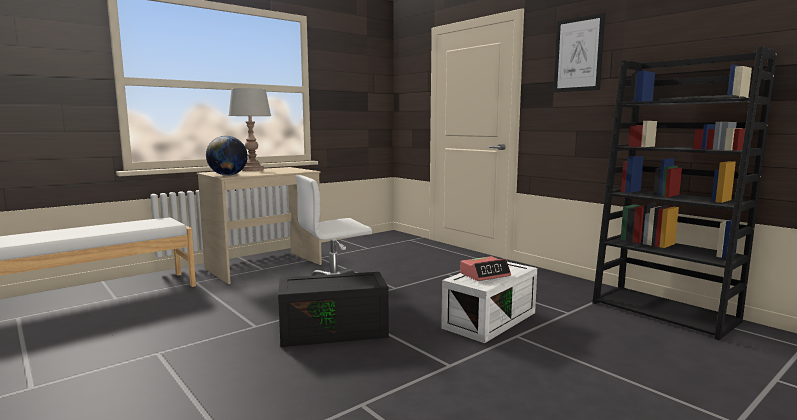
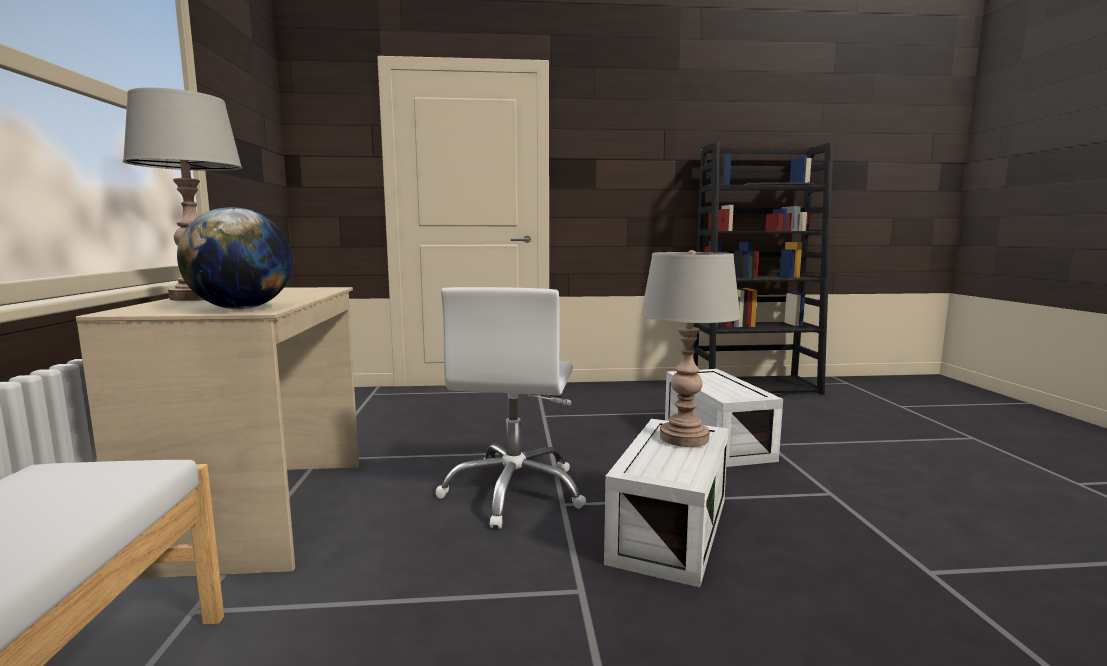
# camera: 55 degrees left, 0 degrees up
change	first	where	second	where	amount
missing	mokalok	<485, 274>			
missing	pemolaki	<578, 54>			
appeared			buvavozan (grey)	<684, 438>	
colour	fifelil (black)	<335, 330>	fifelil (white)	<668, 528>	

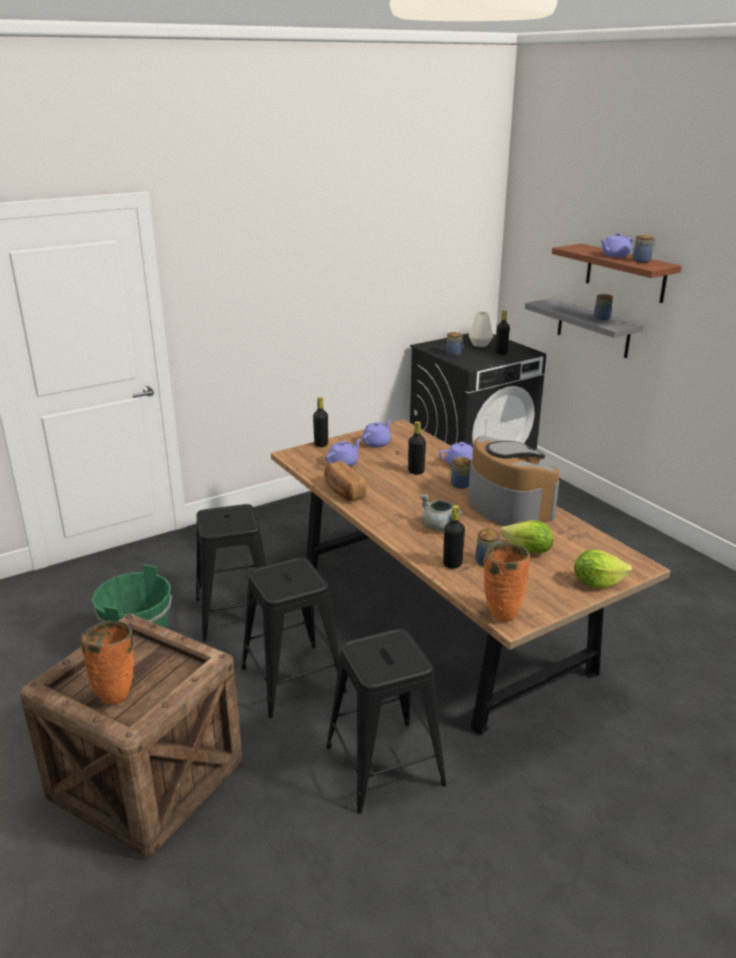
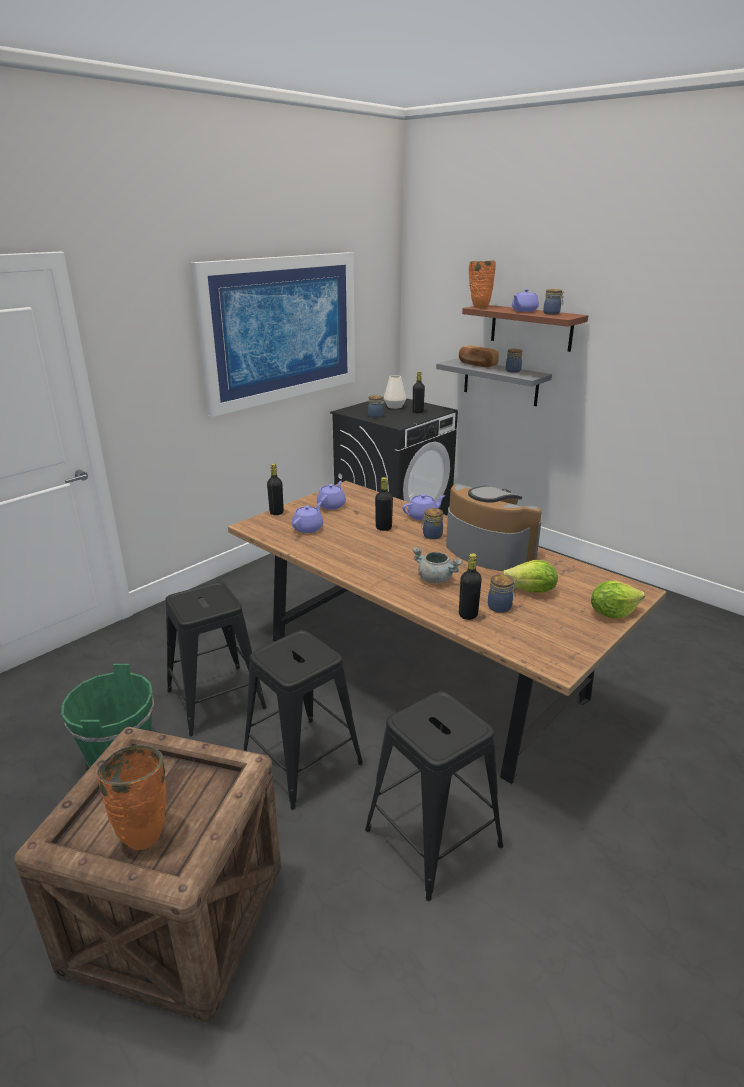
# camera: 15 degrees left, 0 degrees up
change	first	where	second	where	amount
appeared			pemolaki	<281, 329>	
relocated	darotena	<343, 491>		<477, 365>	
relocated	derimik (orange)	<502, 613>		<479, 307>	

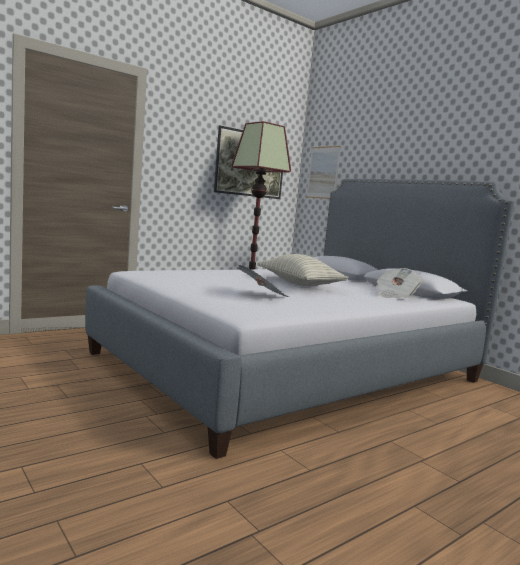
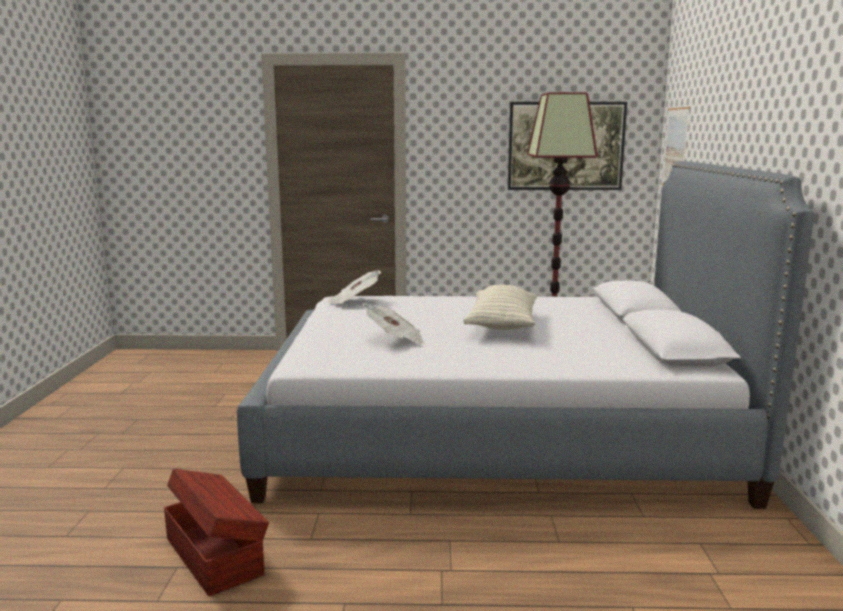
# camera: 40 degrees right, 5 degrees up
change	first	where	second	where	amount
appeared			fifelil (brown)	<215, 555>	
relocated	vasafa	<395, 296>		<354, 302>	

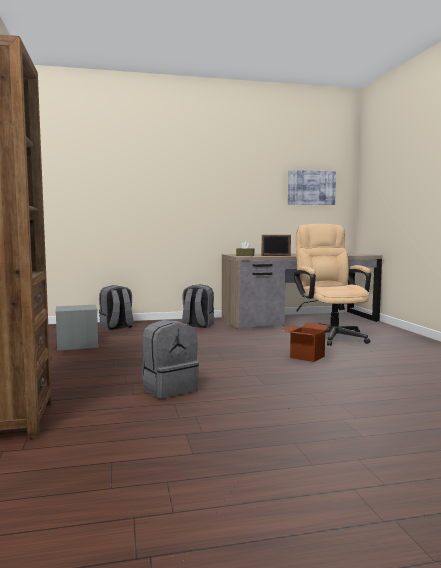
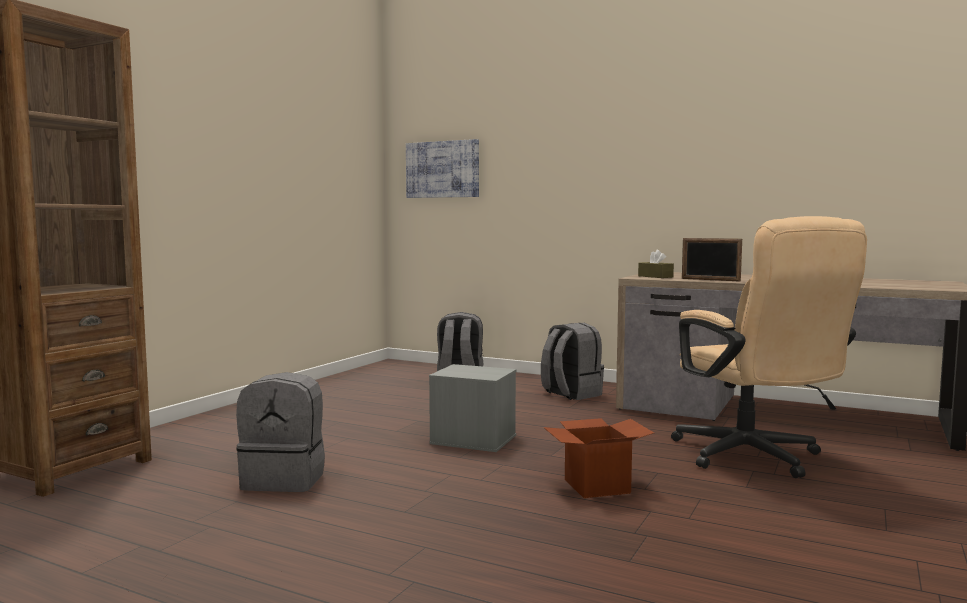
# camera: 40 degrees right, 0 degrees up
change	first	where	second	where	amount
relocated	fifelil (grey)	<77, 345>		<472, 439>	
relocated	pemolaki	<311, 187>		<442, 169>	
spun	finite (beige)	<330, 336>		<755, 458>	135 degrees clockwise

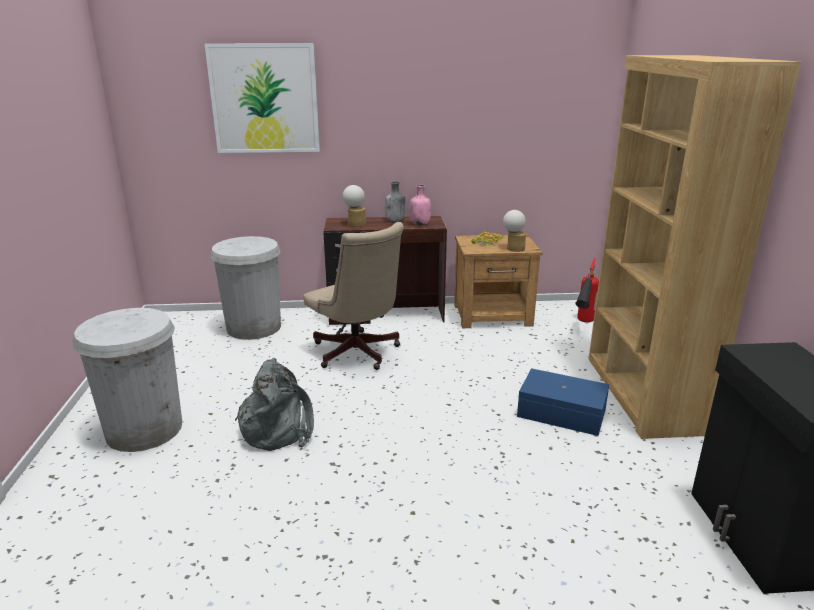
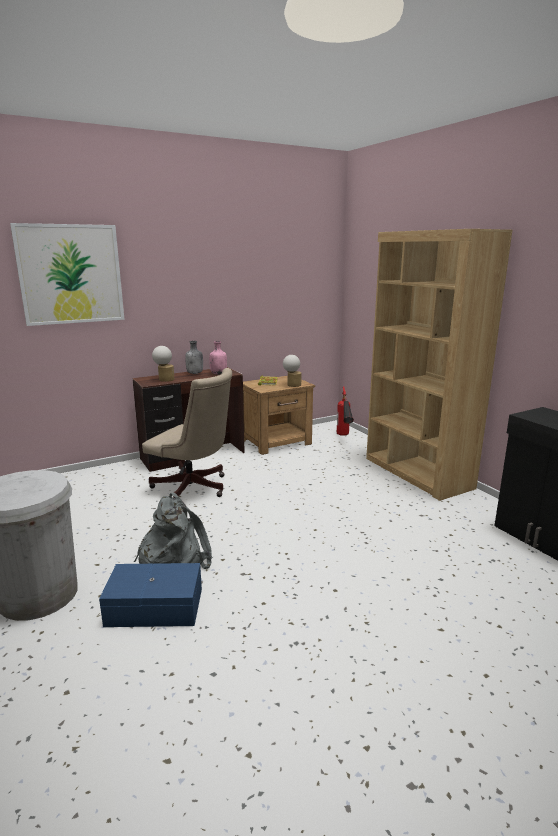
# camera: 25 degrees left, 5 degrees down
change	first	where	second	where	amount
missing	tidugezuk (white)	<254, 327>			
relocated	fifelil (blue)	<562, 414>		<155, 608>	

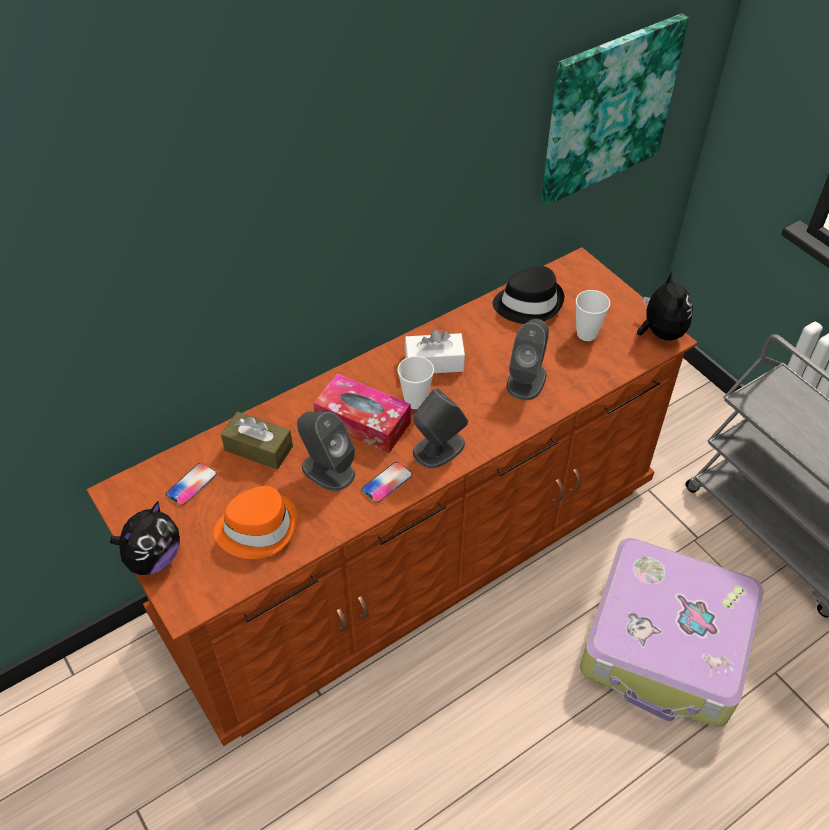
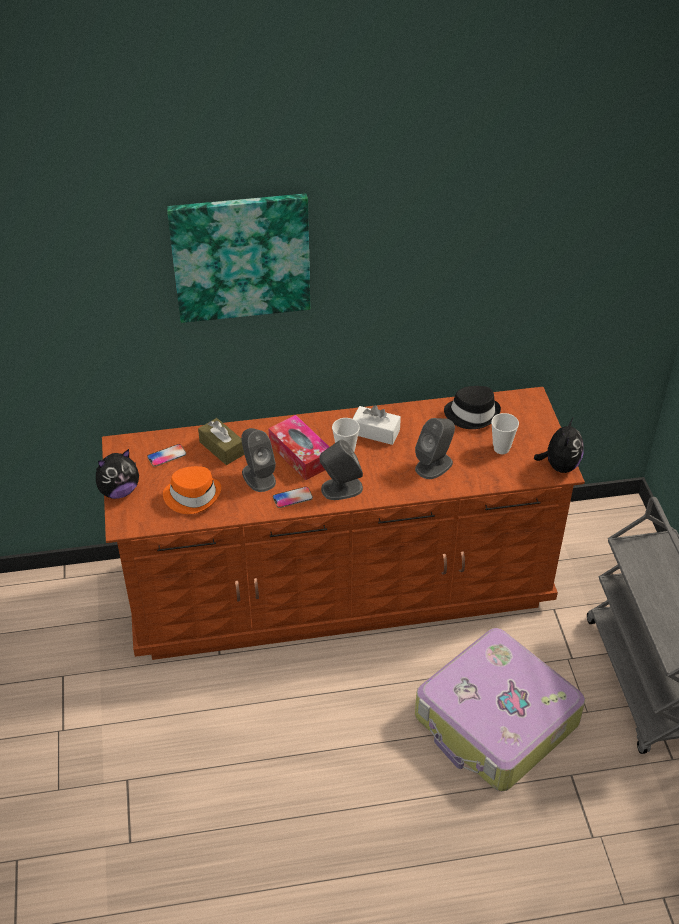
# camera: 25 degrees right, 5 degrees down
change	first	where	second	where	amount
relocated	pemolaki	<608, 109>		<241, 257>	

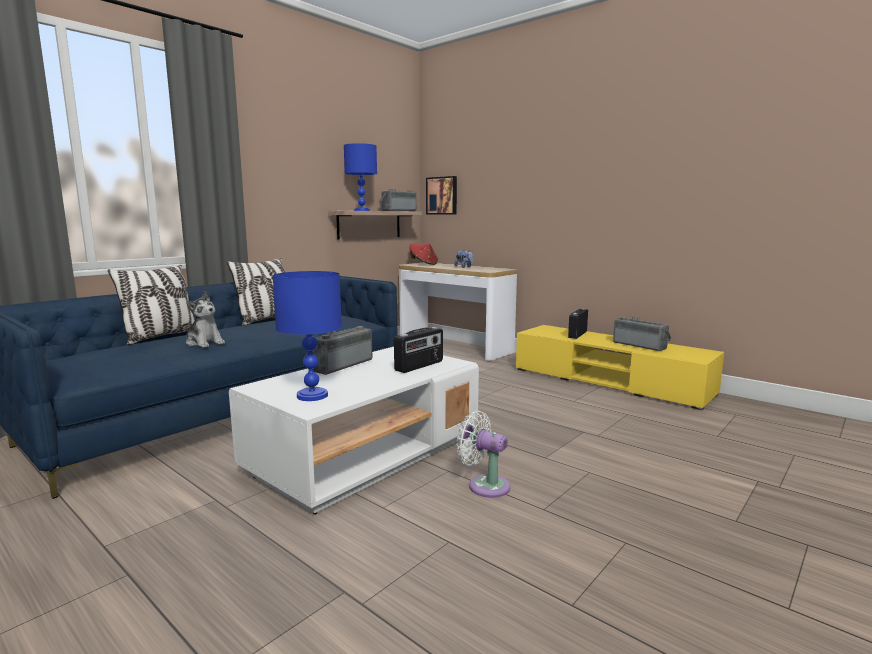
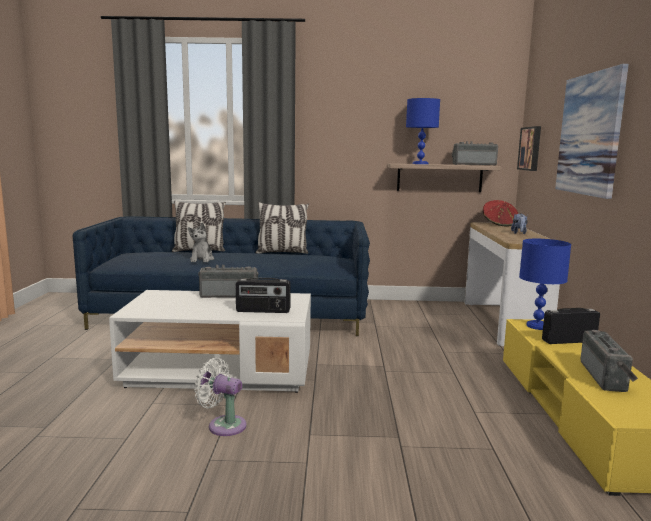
# camera: 50 degrees right, 0 degrees up
change	first	where	second	where	amount
appeared			pemolaki	<590, 134>	
relocated	buvavozan (blue)	<312, 395>		<538, 326>	
spun	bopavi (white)	<485, 485>		<223, 425>	60 degrees counterclockwise

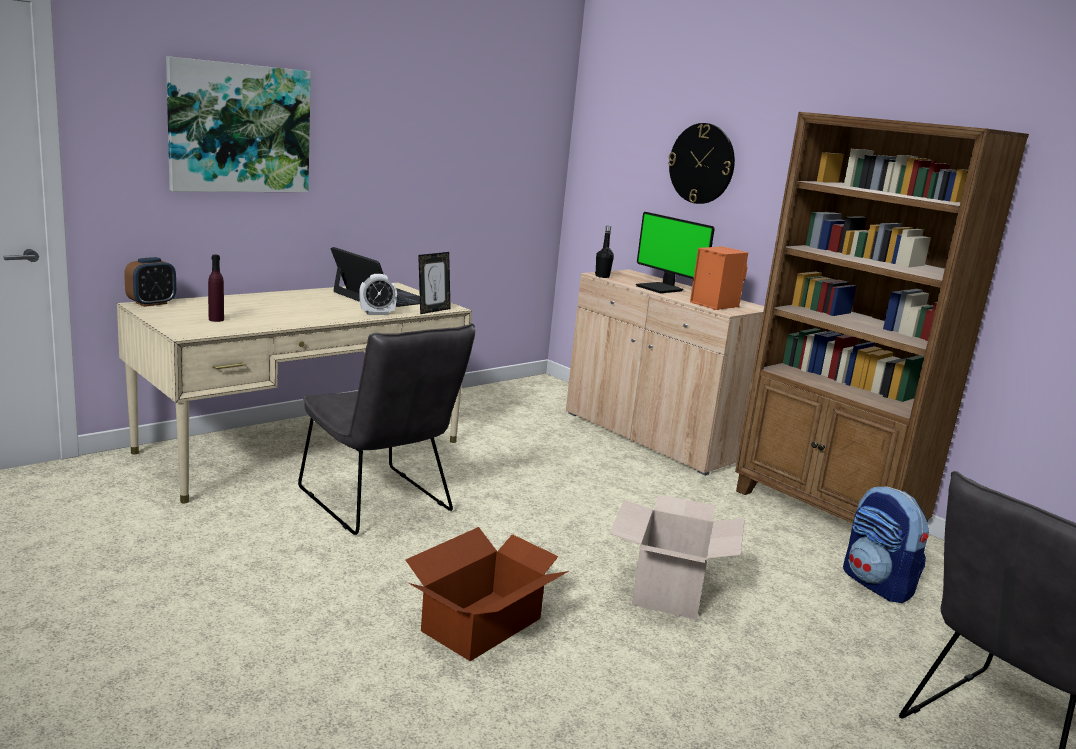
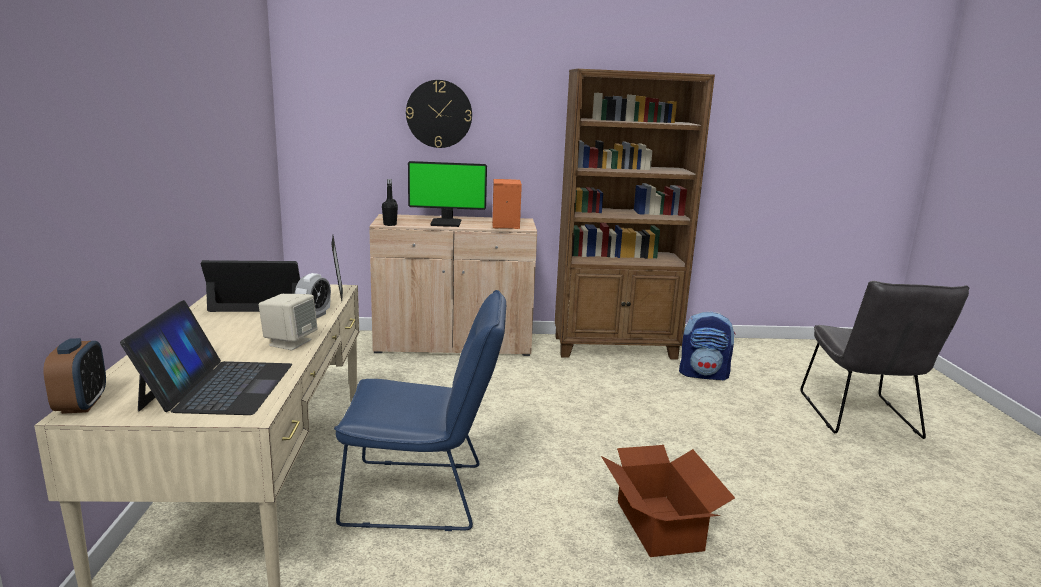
# camera: 50 degrees left, 0 degrees up
change	first	where	second	where	amount
missing	pemolaki	<240, 128>			
missing	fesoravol	<669, 592>			
appeared			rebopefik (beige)	<290, 342>	
exchanged	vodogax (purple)	<216, 319>	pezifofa	<218, 386>	
colour	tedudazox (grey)	<380, 504>	tedudazox (blue)	<425, 495>	

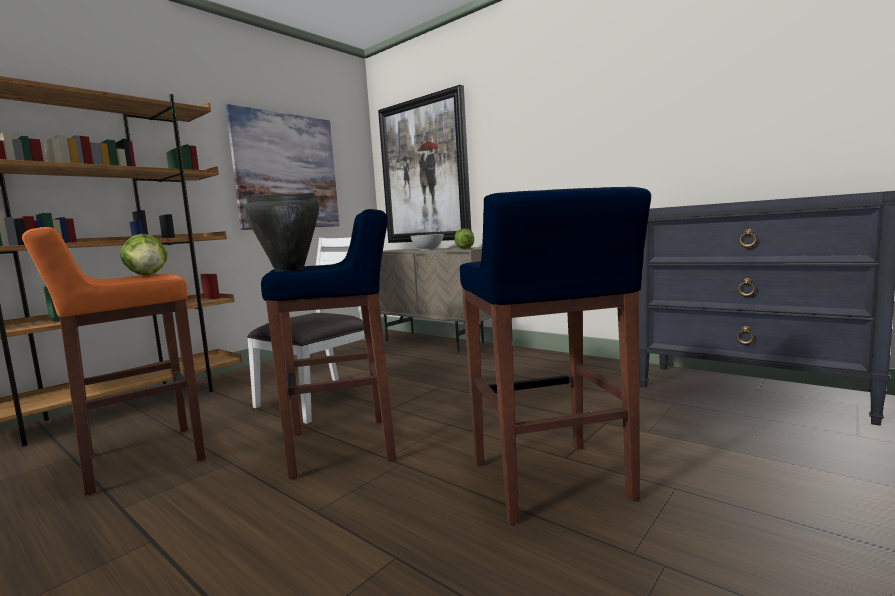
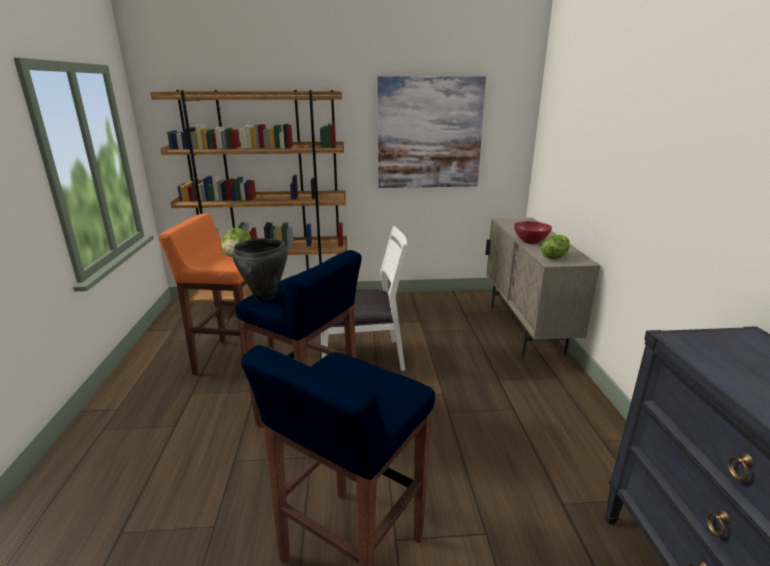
# camera: 45 degrees right, 15 degrees up
change	first	where	second	where	amount
missing	pemolaki	<424, 171>			
colour	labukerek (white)	<427, 250>	labukerek (red)	<530, 241>	

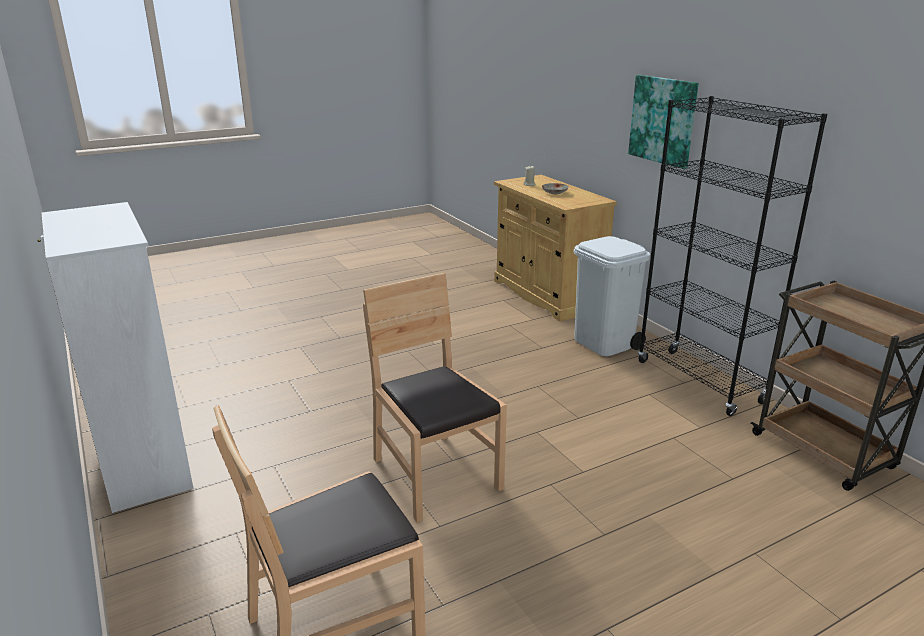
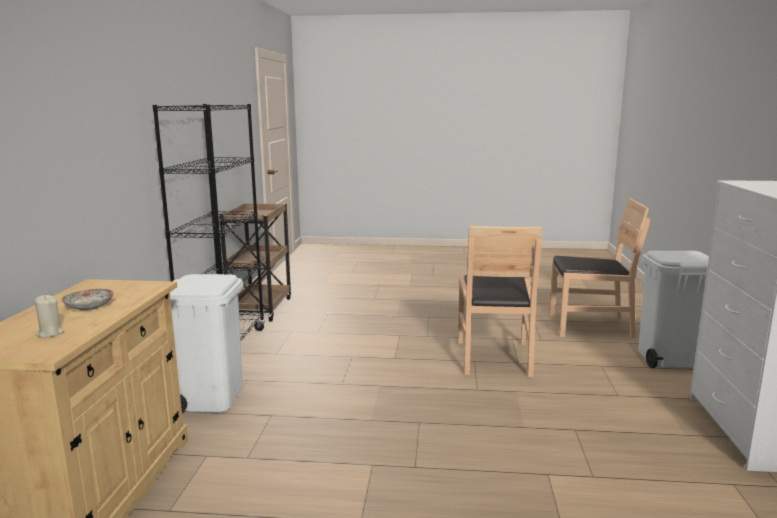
# camera: 145 degrees left, 10 degrees down
change	first	where	second	where	amount
missing	pemolaki	<663, 120>			
appeared			tidugezuk (white)	<669, 359>	

